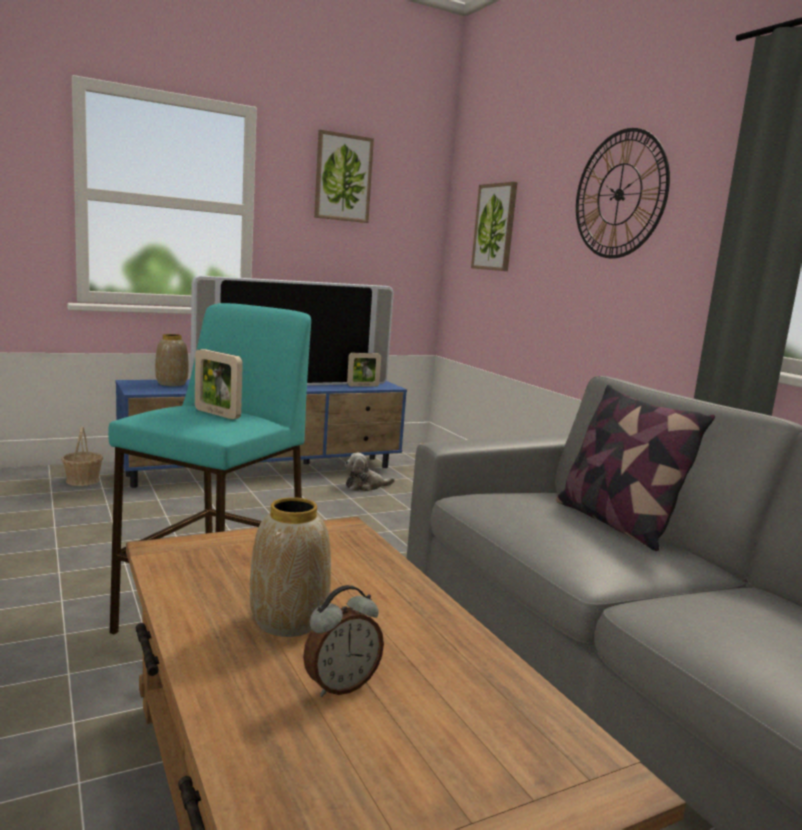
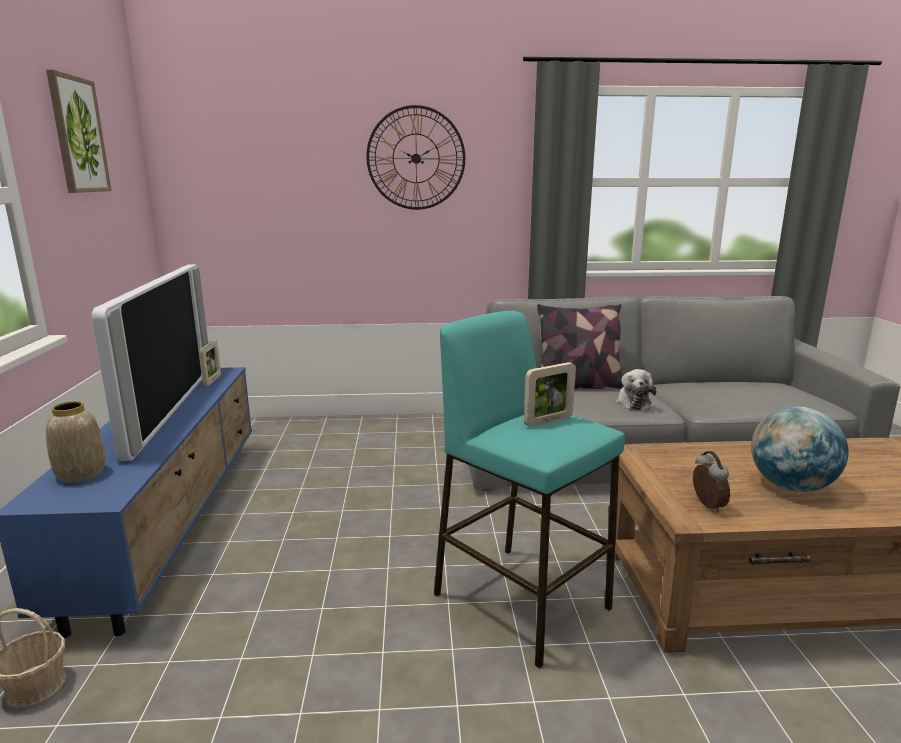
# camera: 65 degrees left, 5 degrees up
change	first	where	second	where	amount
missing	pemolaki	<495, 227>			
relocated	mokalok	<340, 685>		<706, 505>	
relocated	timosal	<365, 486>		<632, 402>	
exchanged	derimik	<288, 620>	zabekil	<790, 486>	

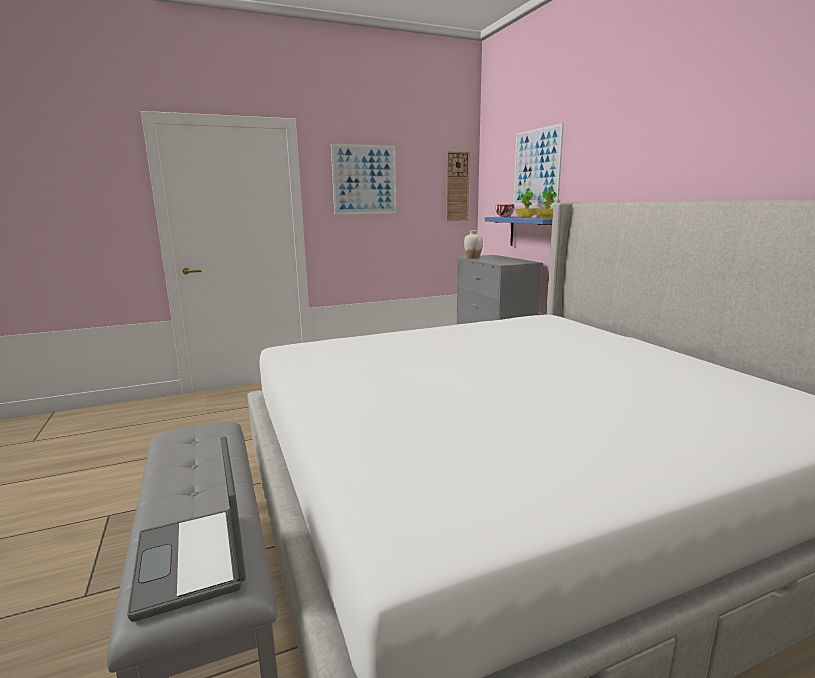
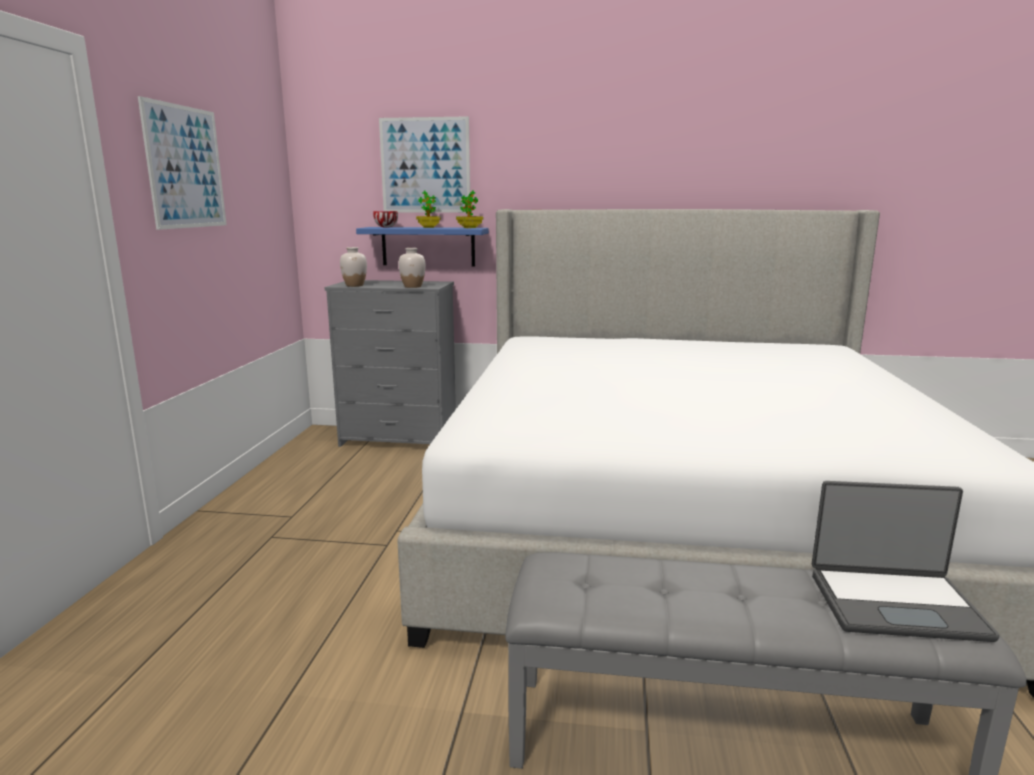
# camera: 60 degrees left, 0 degrees up
change	first	where	second	where	amount
missing	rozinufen	<457, 186>			
appeared			derimik (white)	<412, 286>	

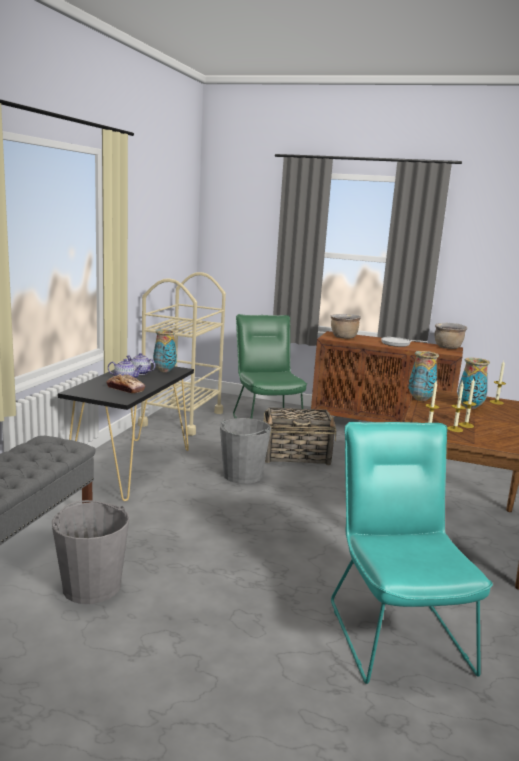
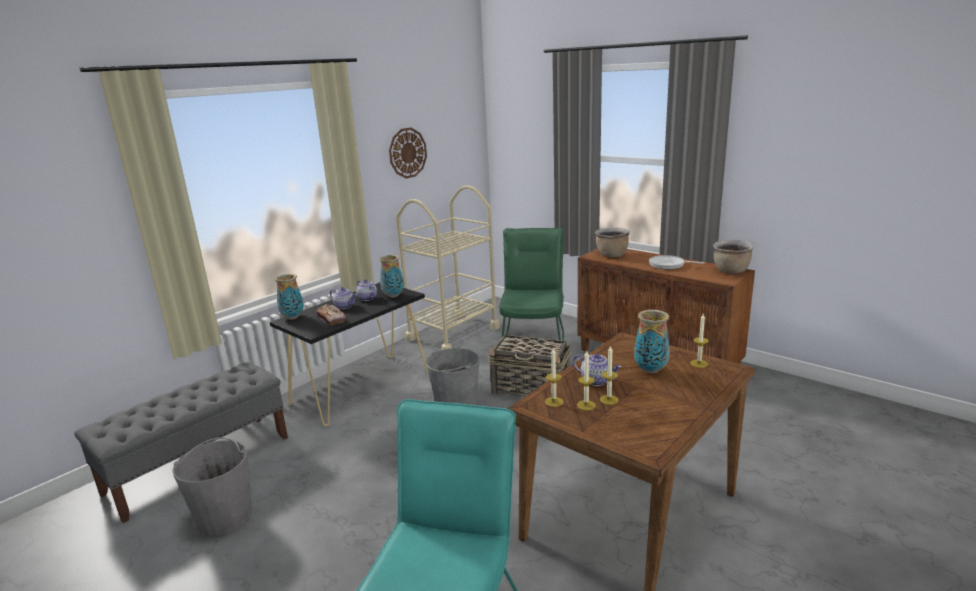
# camera: 25 degrees right, 5 degrees up
change	first	where	second	where	amount
appeared			rozinufen	<407, 153>	
appeared			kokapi	<597, 380>	
relocated	derimik	<420, 399>		<292, 317>	

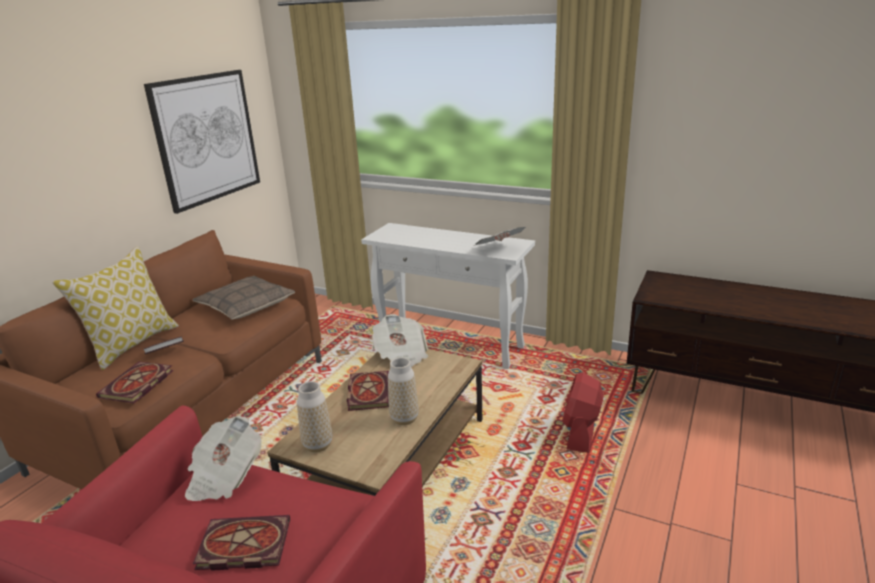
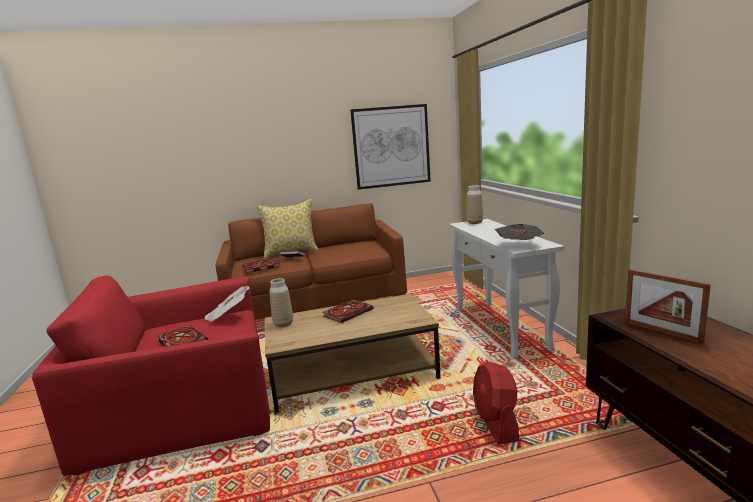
# camera: 50 degrees right, 10 degrees down
change	first	where	second	where	amount
missing	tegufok	<245, 306>			
missing	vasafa	<401, 356>			
appeared			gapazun	<662, 331>	
relocated	derimik	<404, 419>		<474, 222>	
spun	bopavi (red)	<580, 432>		<496, 423>	75 degrees counterclockwise

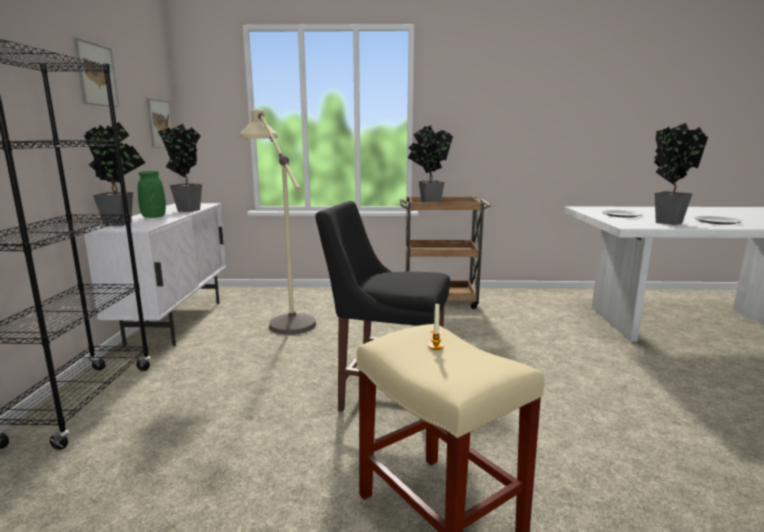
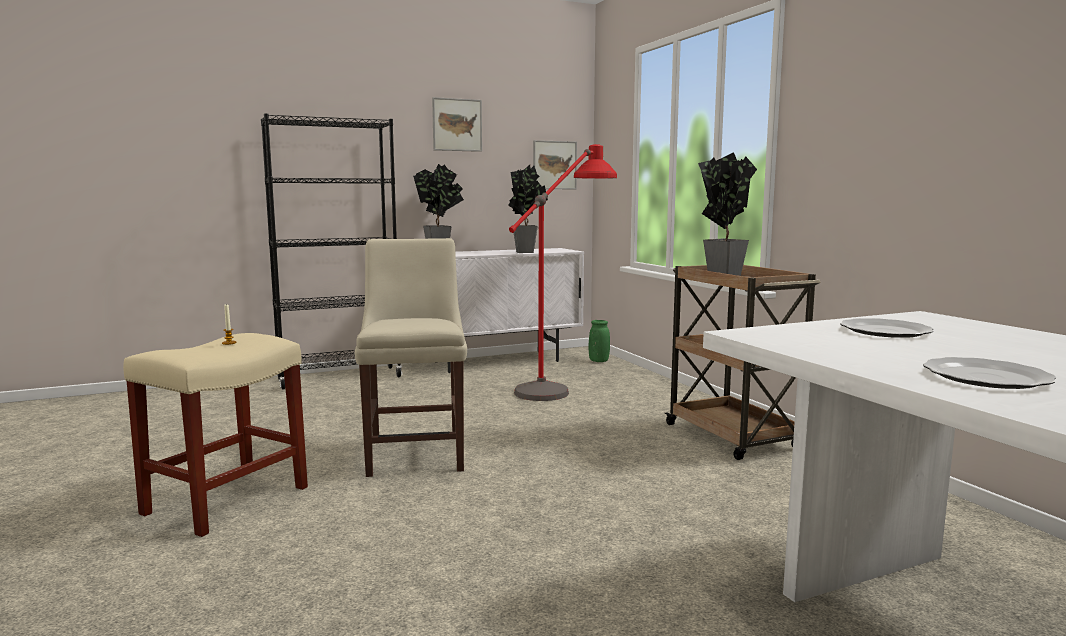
# camera: 65 degrees right, 5 degrees down
change	first	where	second	where	amount
missing	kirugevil	<665, 222>			
relocated	derimik (green)	<154, 217>		<599, 361>	
colour	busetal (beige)	<282, 314>	busetal (red)	<563, 384>	
colour	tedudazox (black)	<386, 395>	tedudazox (beige)	<416, 453>	

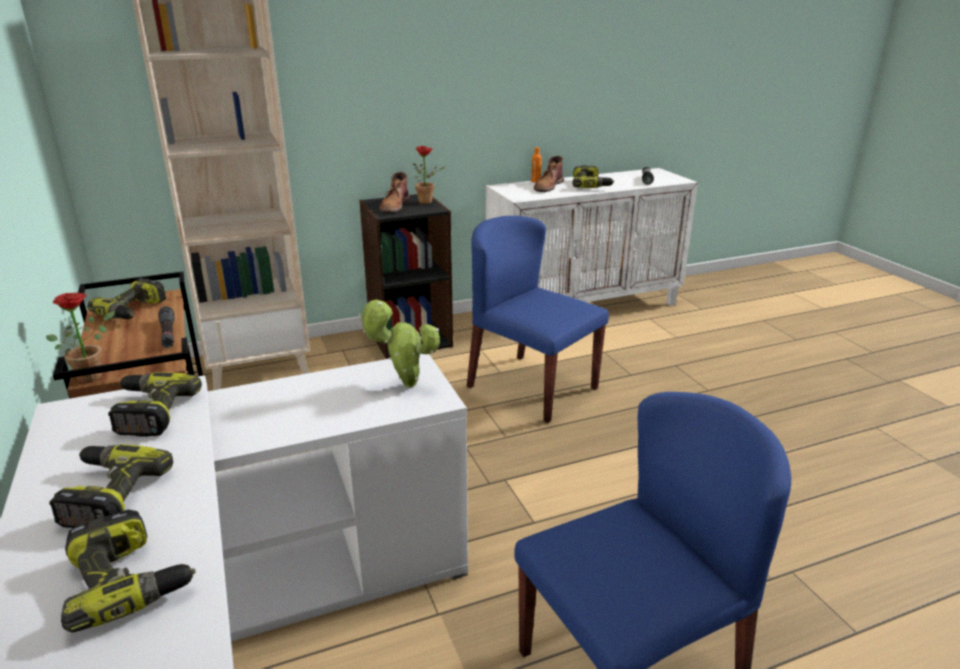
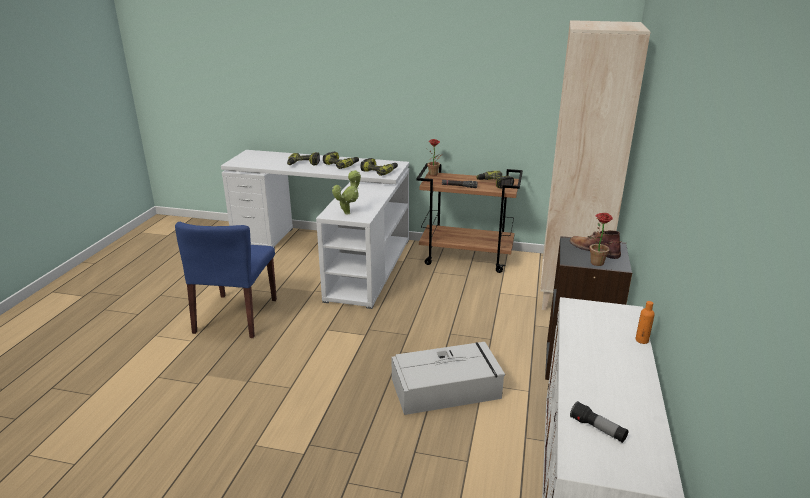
# camera: 125 degrees right, 0 degrees up
change	first	where	second	where	amount
missing	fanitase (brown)	<548, 186>			
missing	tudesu	<591, 185>			
exchanged	tedudazox (blue)	<531, 387>	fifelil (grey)	<447, 388>	

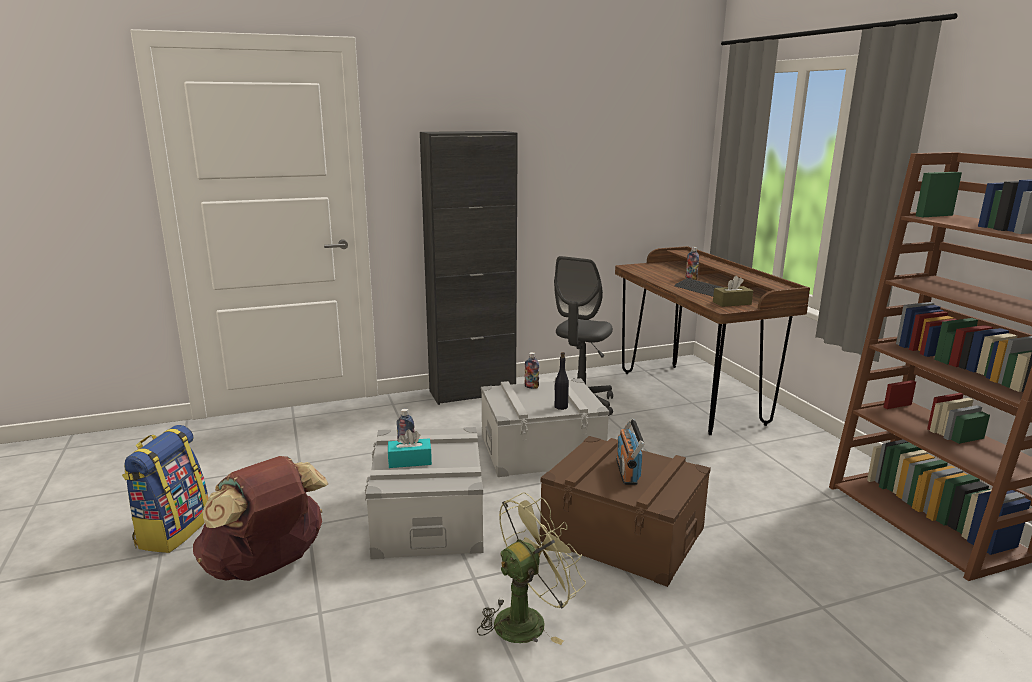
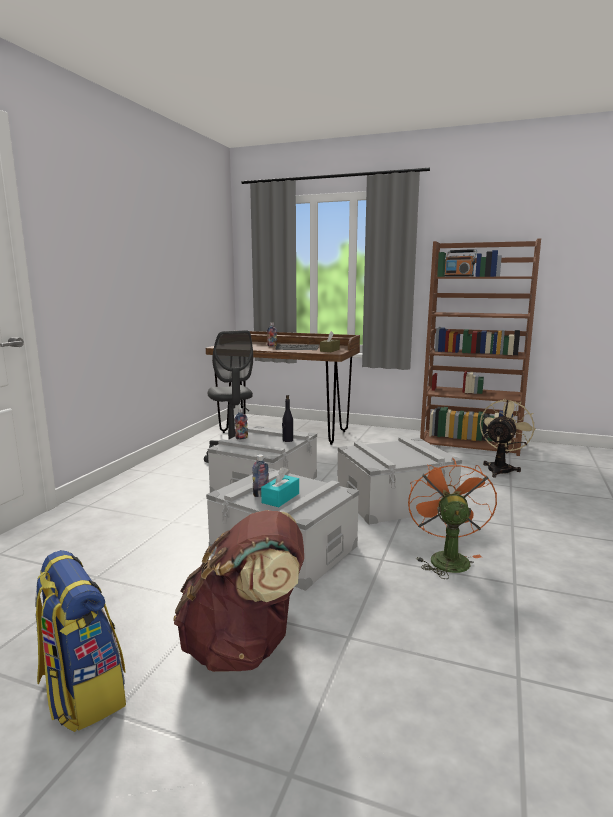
# camera: 50 degrees left, 5 degrees down
change	first	where	second	where	amount
missing	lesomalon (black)	<472, 392>			
appeared			bopavi (beige)	<501, 469>	
relocated	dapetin	<627, 471>		<458, 276>	
colour	bopavi (green)	<528, 619>	bopavi (orange)	<446, 558>	
colour	fifelil (brown)	<623, 534>	fifelil (grey)	<395, 500>	

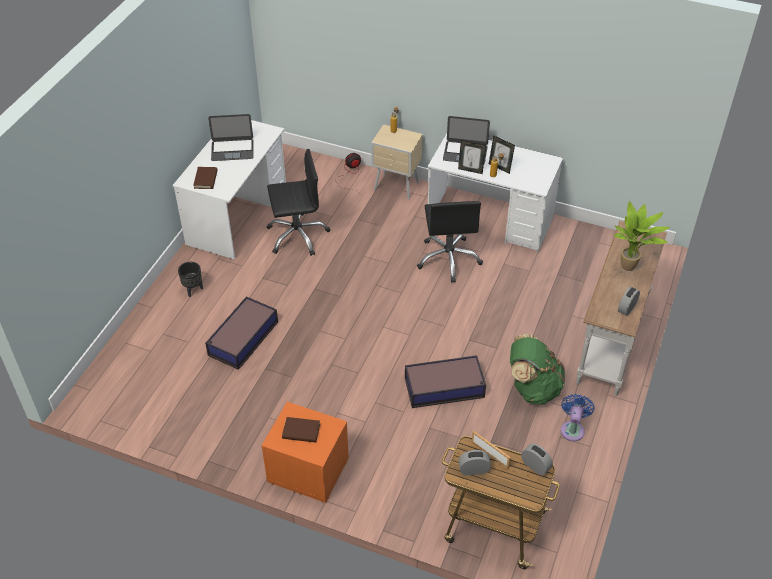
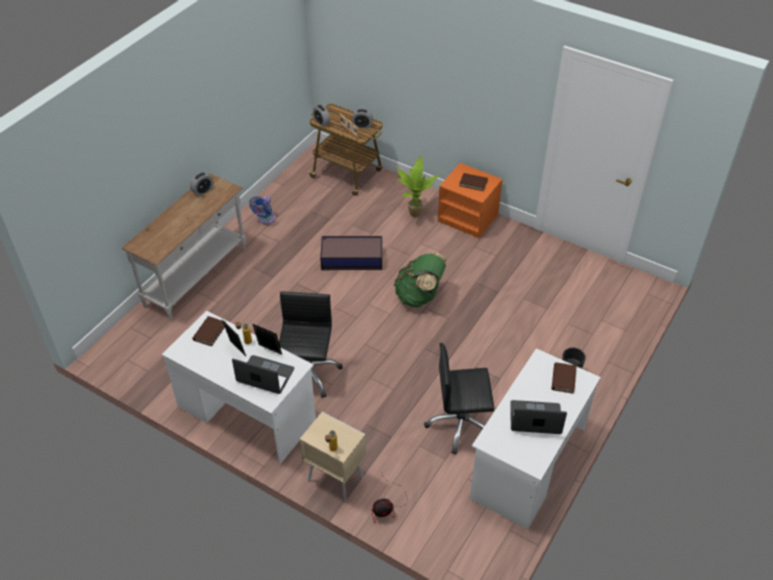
# camera: 170 degrees left, 0 degrees up
change	first	where	second	where	amount
missing	fifelil	<242, 339>			
appeared			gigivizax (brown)	<209, 332>	
relocated	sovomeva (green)	<532, 387>		<419, 296>	
relocated	kirugevil	<630, 267>		<413, 213>	

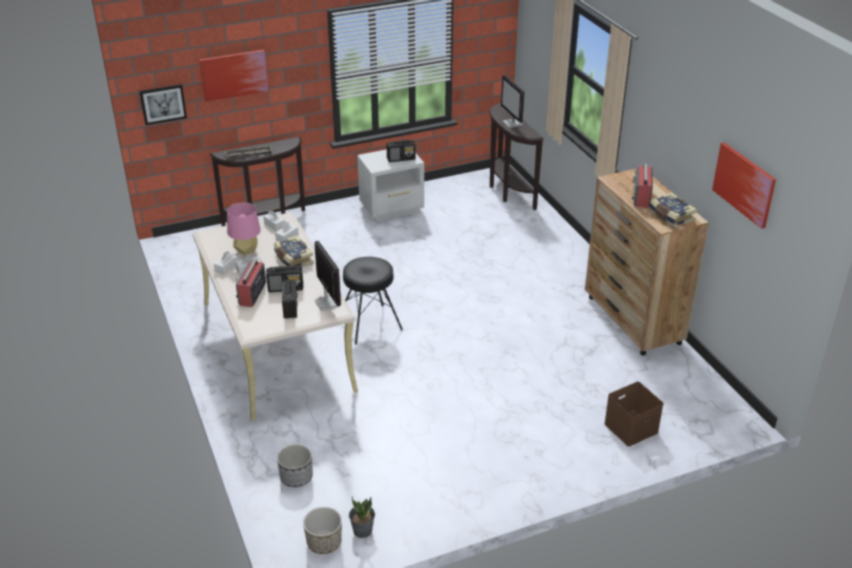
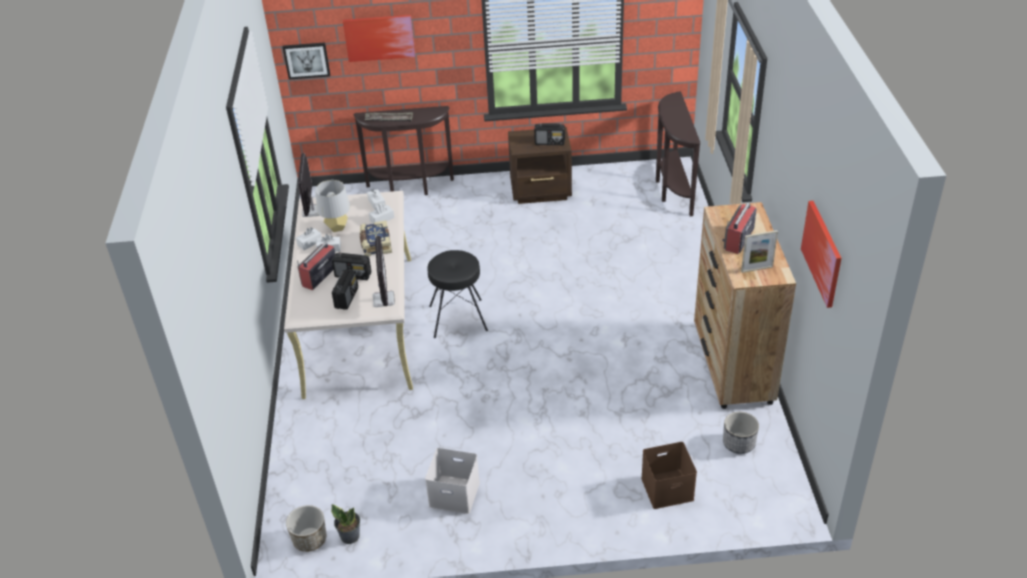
# camera: 20 degrees right, 5 degrees up
change	first	where	second	where	amount
appeared			fifelil (white)	<453, 494>	
relocated	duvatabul	<296, 477>		<738, 443>	
relocated	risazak	<512, 123>		<312, 211>	
exchanged	gigivizax	<670, 217>	gapazun	<756, 269>	
colour	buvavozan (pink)	<246, 251>	buvavozan (grey)	<337, 227>	
colour	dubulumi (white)	<392, 209>	dubulumi (brown)	<541, 192>	

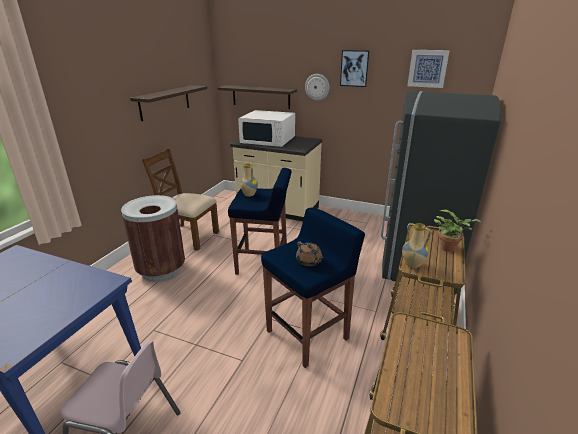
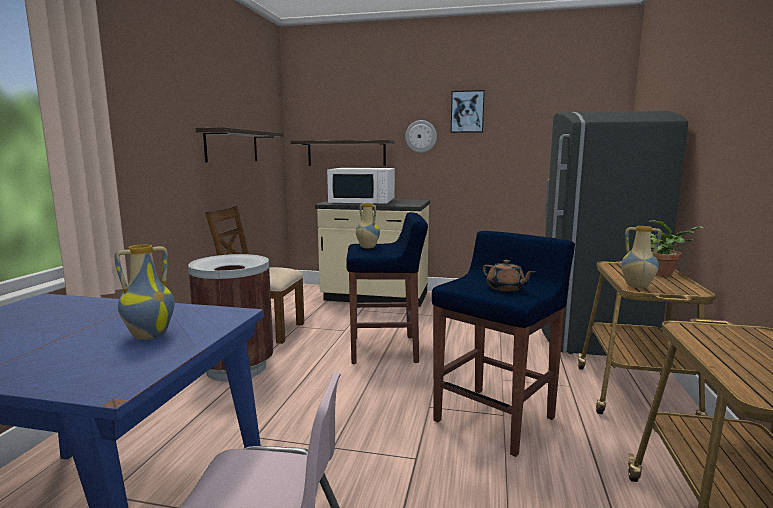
# camera: 10 degrees left, 15 degrees down
change	first	where	second	where	amount
missing	pemolaki	<427, 68>			
appeared			derimik	<150, 335>	

